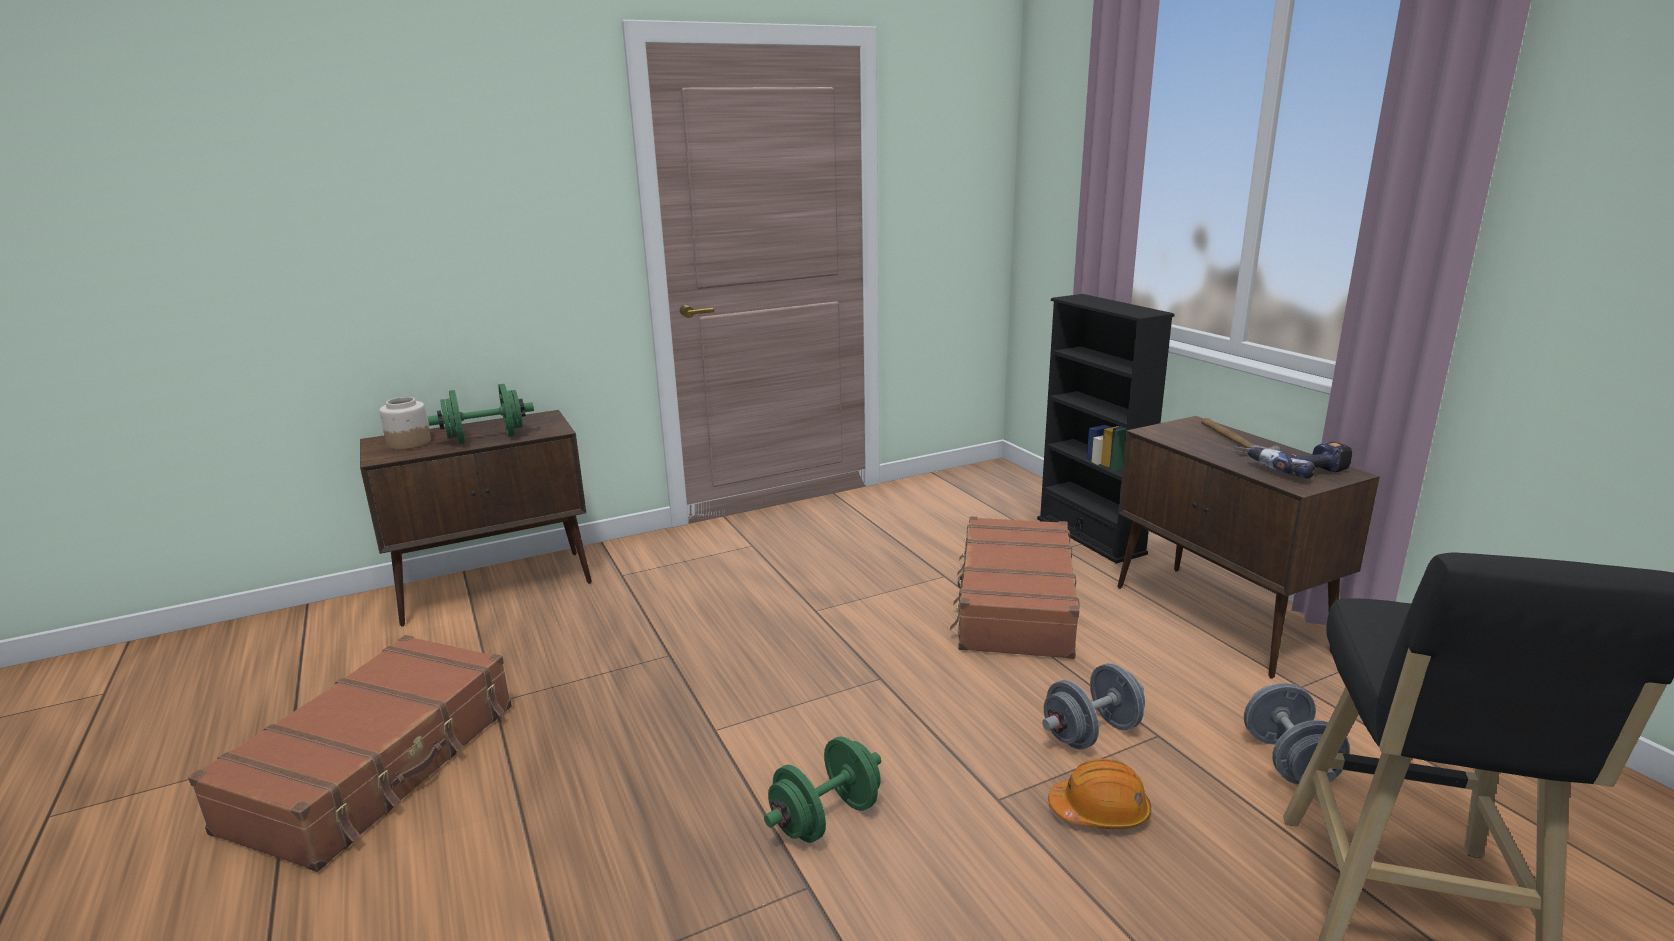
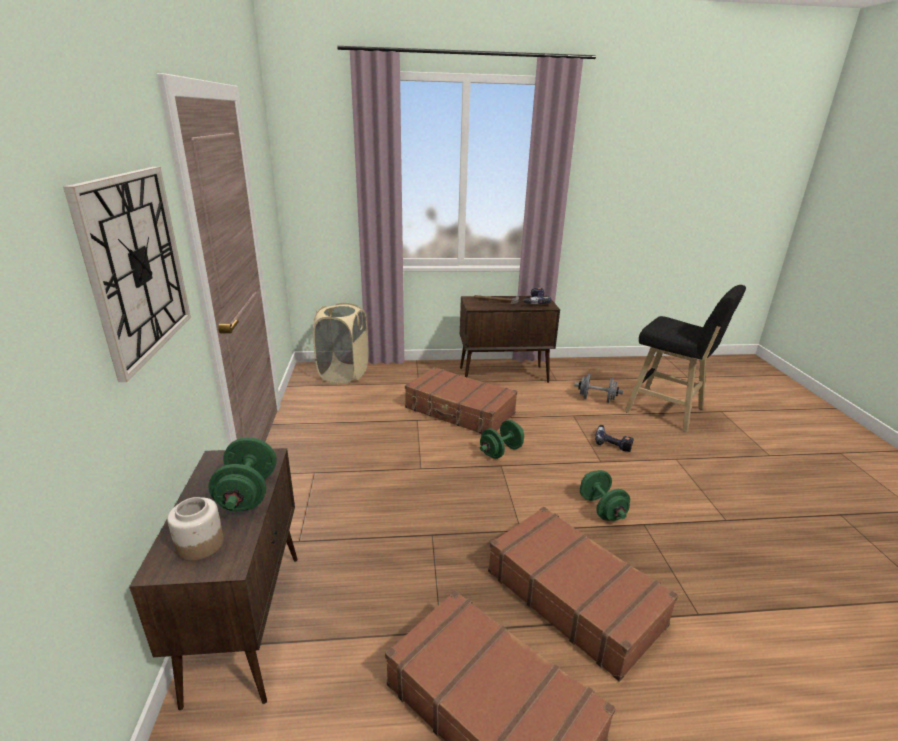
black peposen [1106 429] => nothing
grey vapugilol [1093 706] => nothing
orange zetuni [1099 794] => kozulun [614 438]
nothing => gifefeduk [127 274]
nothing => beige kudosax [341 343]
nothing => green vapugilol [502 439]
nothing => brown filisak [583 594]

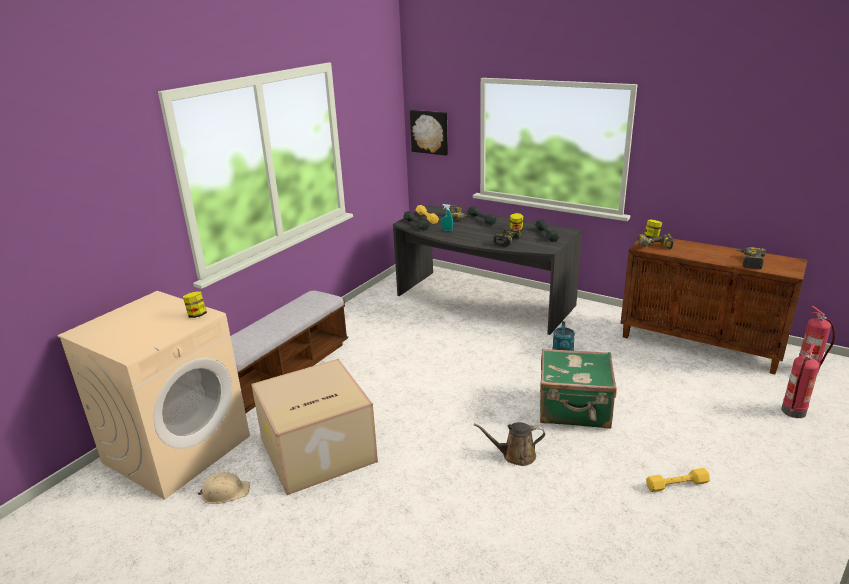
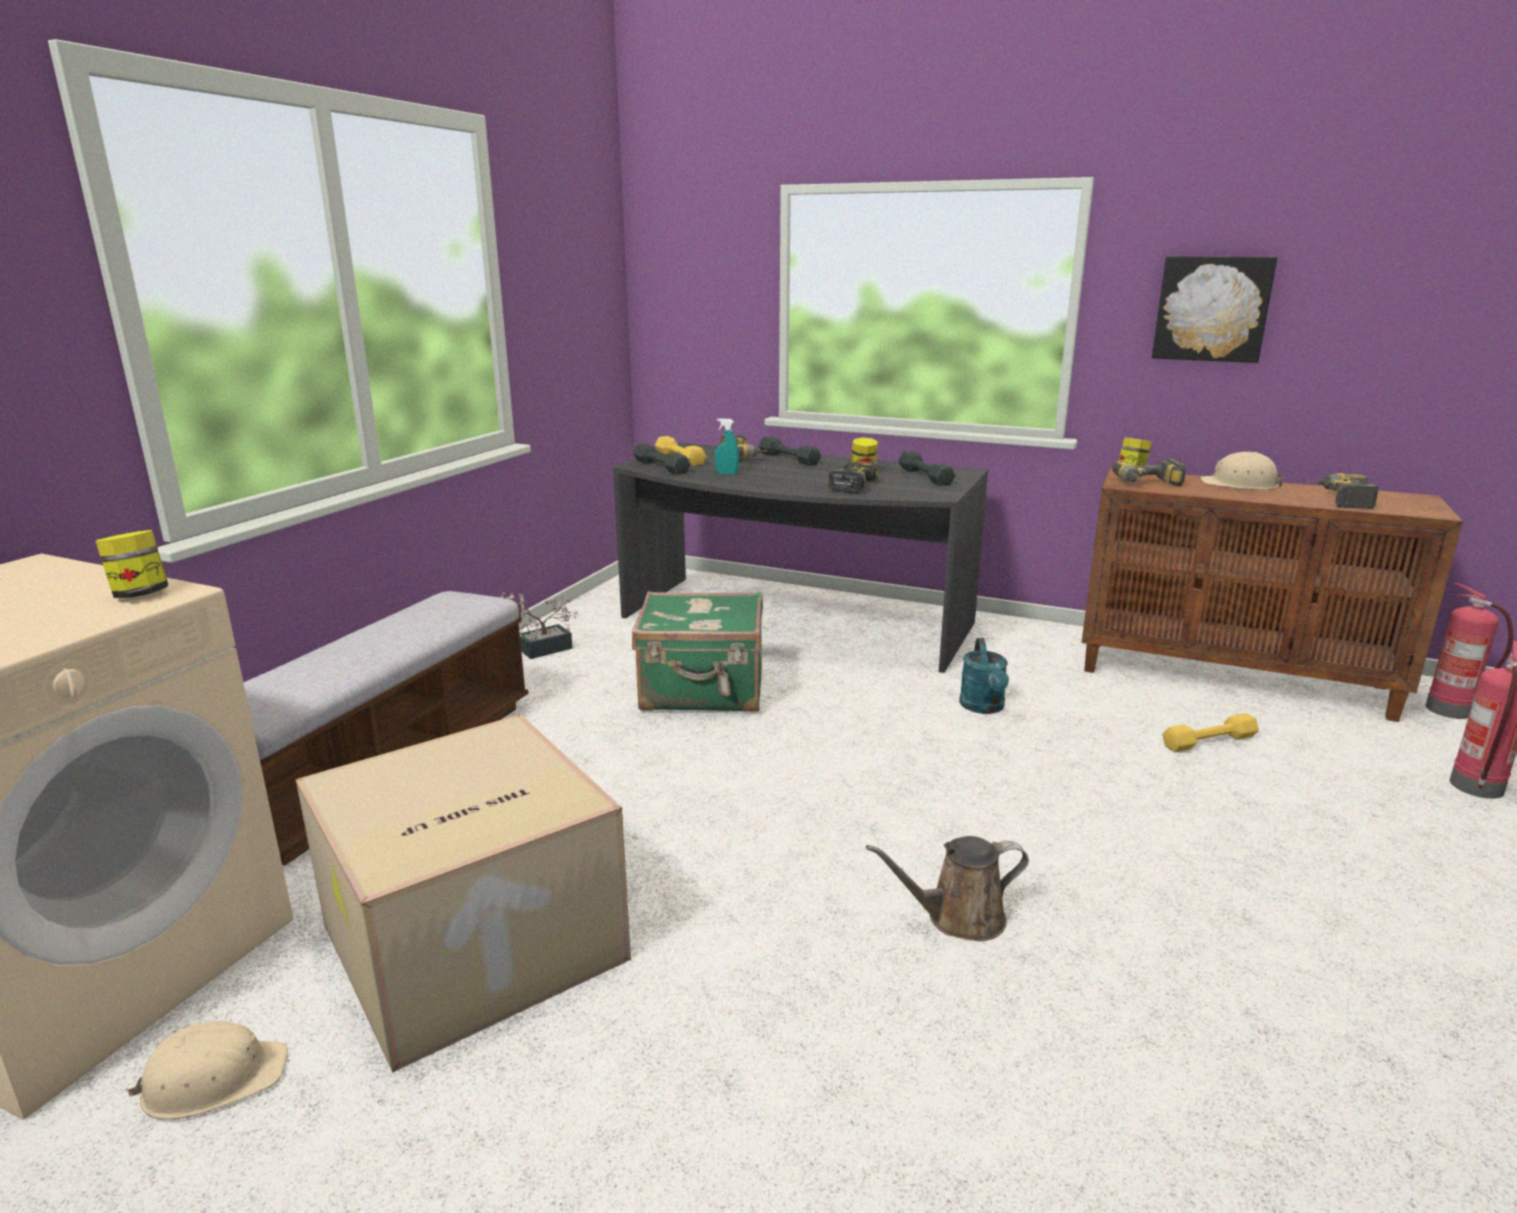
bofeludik [429 133] => bofeludik [1214 309], move
green filisak [578 388] => green filisak [697 651], move
yellow vapugilol [678 480] => yellow vapugilol [1210 732], move
nothing => beige zetuni [1242 471]
nothing => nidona [538 625]

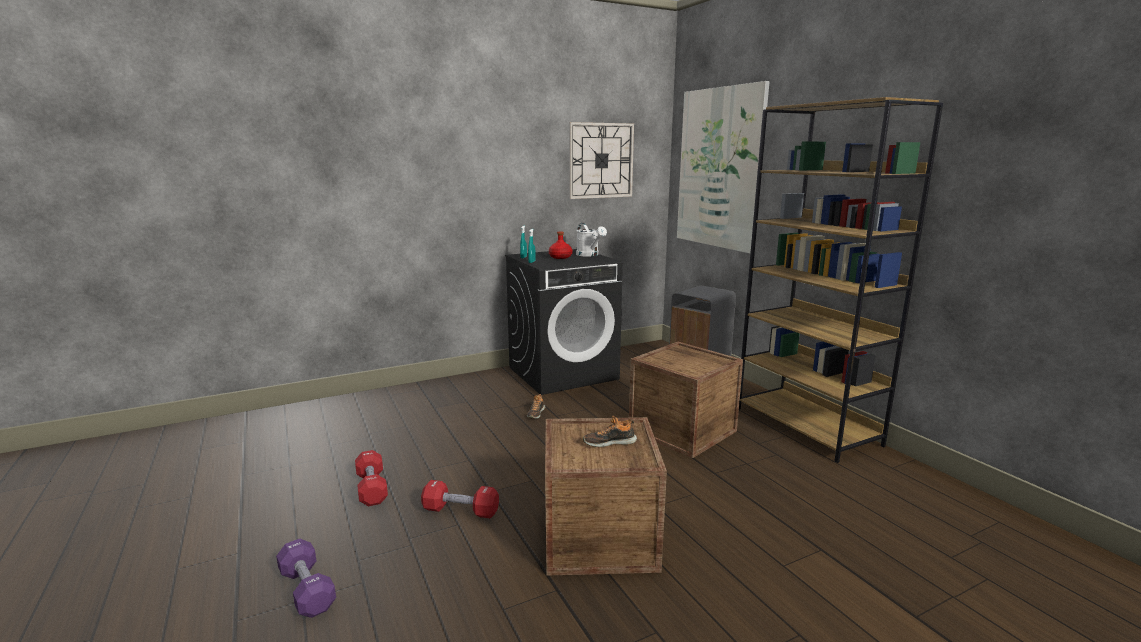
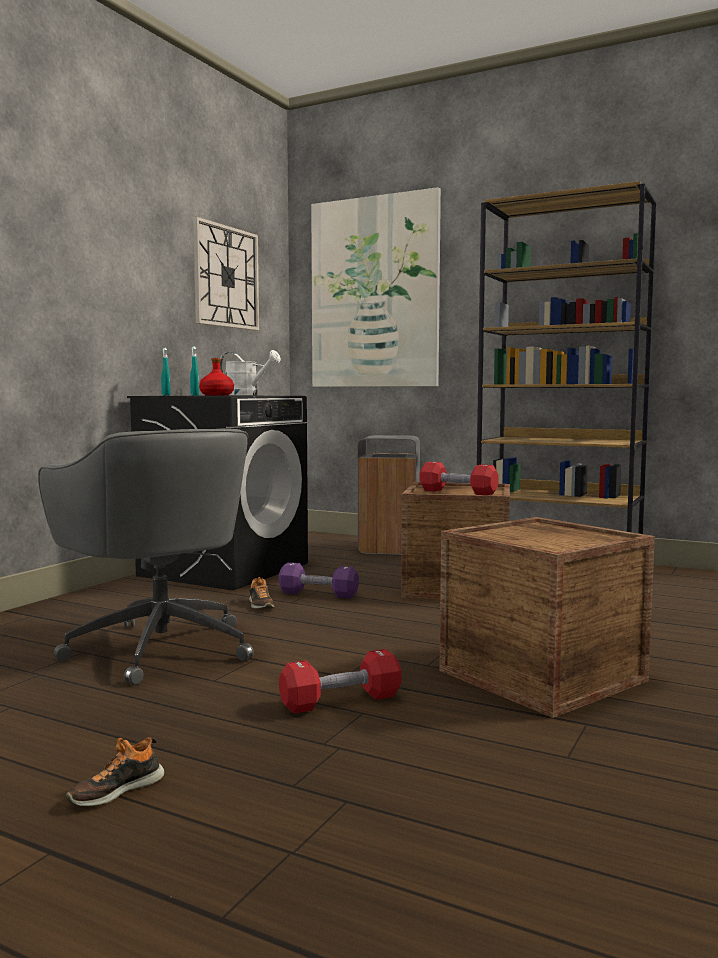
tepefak [610 431] => tepefak [115 772], move
red vapugilol [371 478] => red vapugilol [459 478], move
purple vapugilol [306 578] => purple vapugilol [318 580], move
nothing => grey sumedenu [146 557]

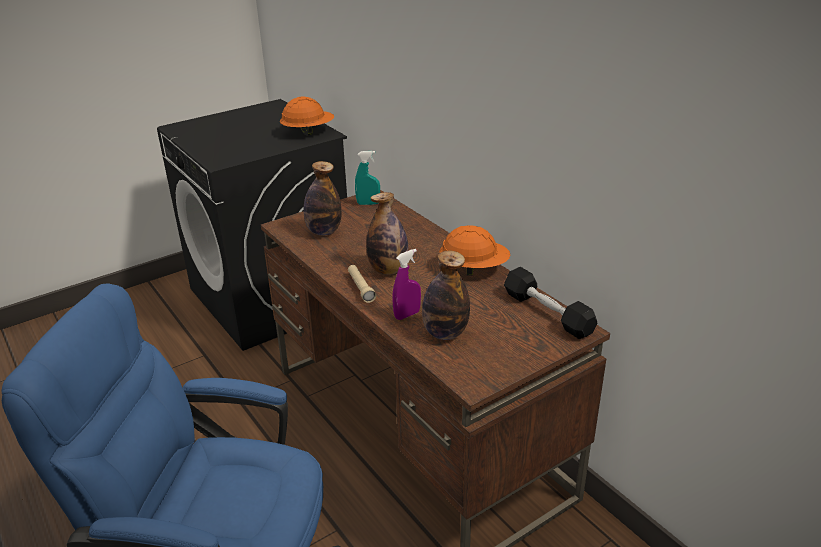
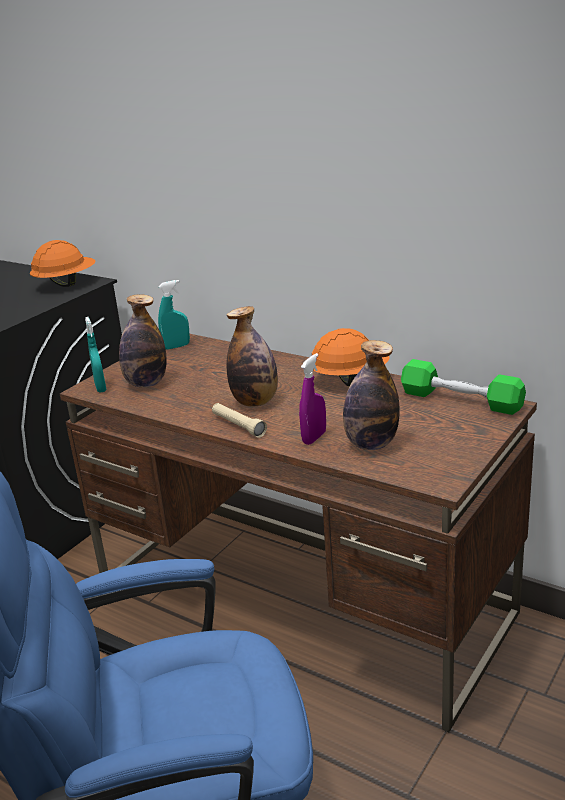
black vapugilol [550 303] => green vapugilol [463 387]
nothing => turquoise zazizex [96 355]

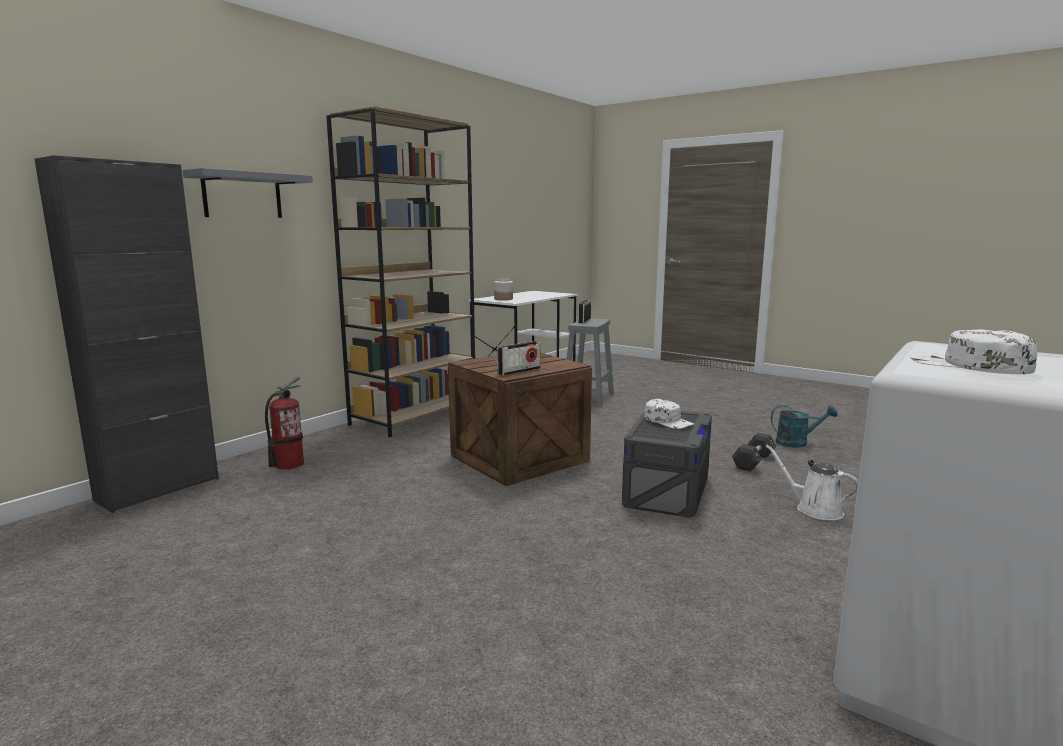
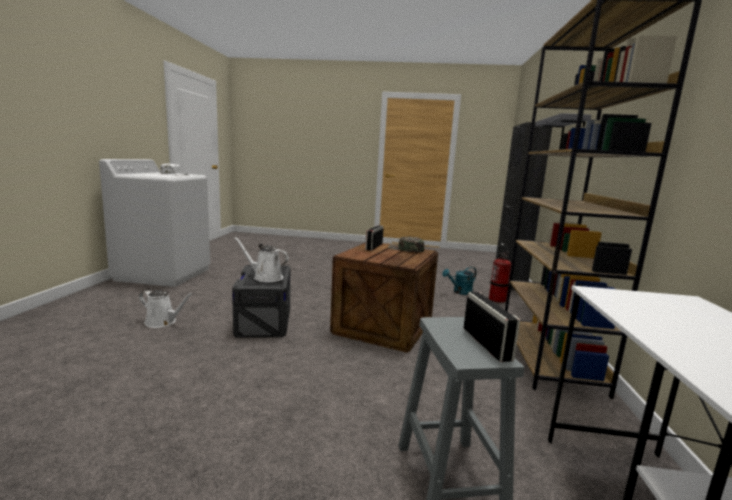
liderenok [503 289] => nothing
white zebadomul [669 414] => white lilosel [261 259]
turquoise lilosel [804 426] => turquoise lilosel [459 281], move
black vapugilol [754 452] => nothing
nothing => green zebadomul [406 244]

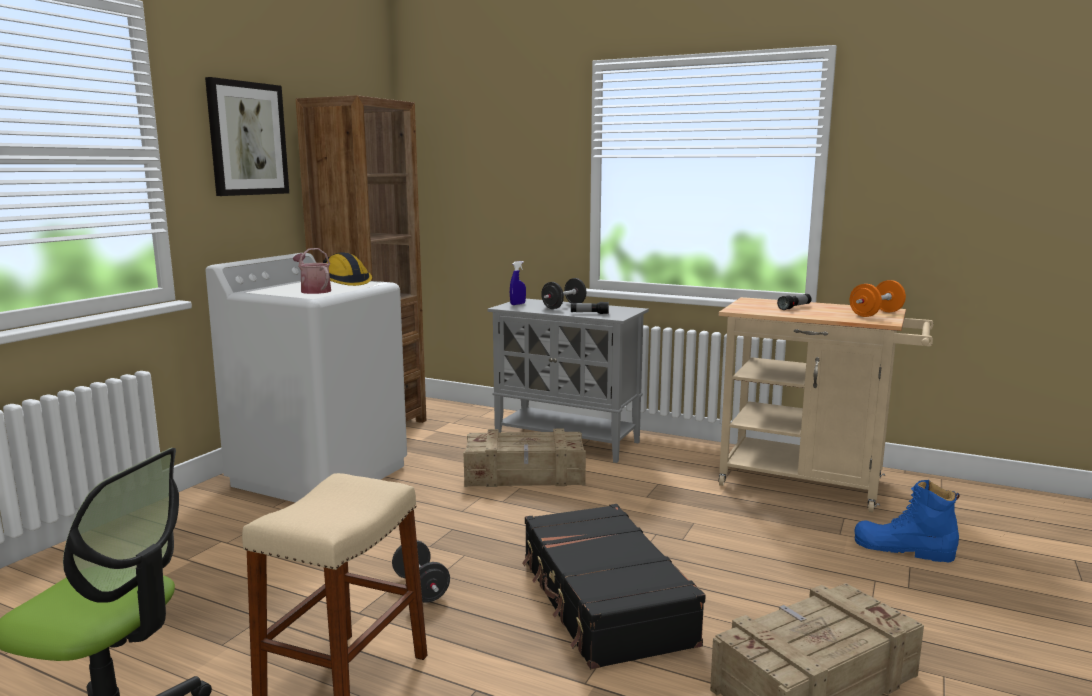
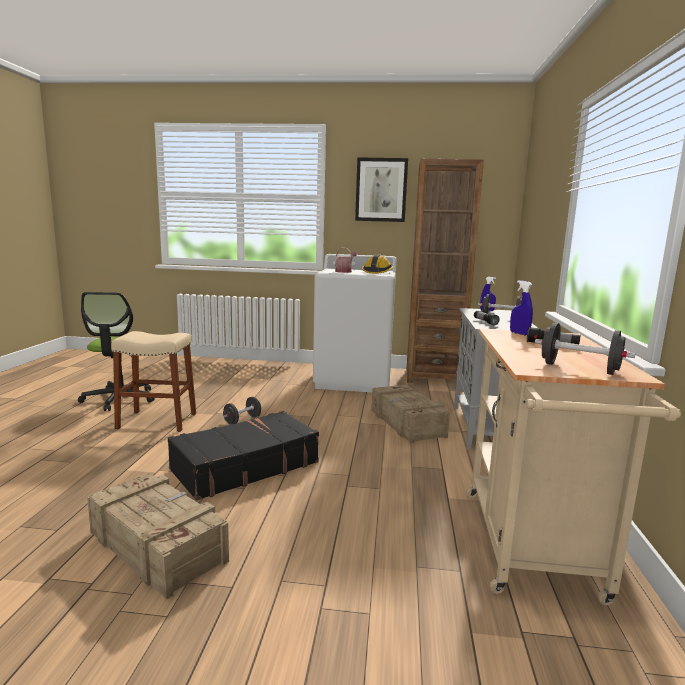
orange vapugilol [878 298] => black vapugilol [585 349]
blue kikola [907 521] => nothing
nothing => blue zazizex [521 307]

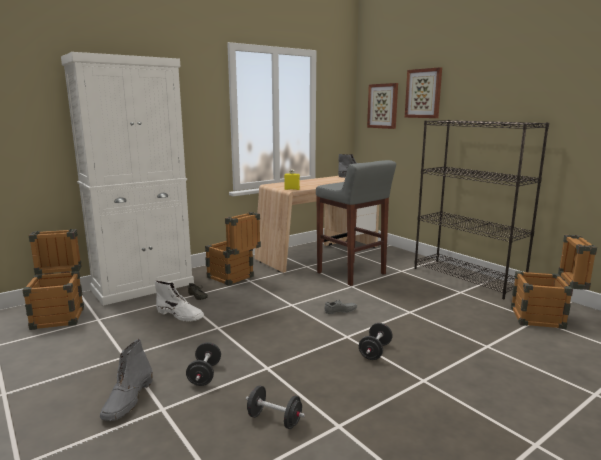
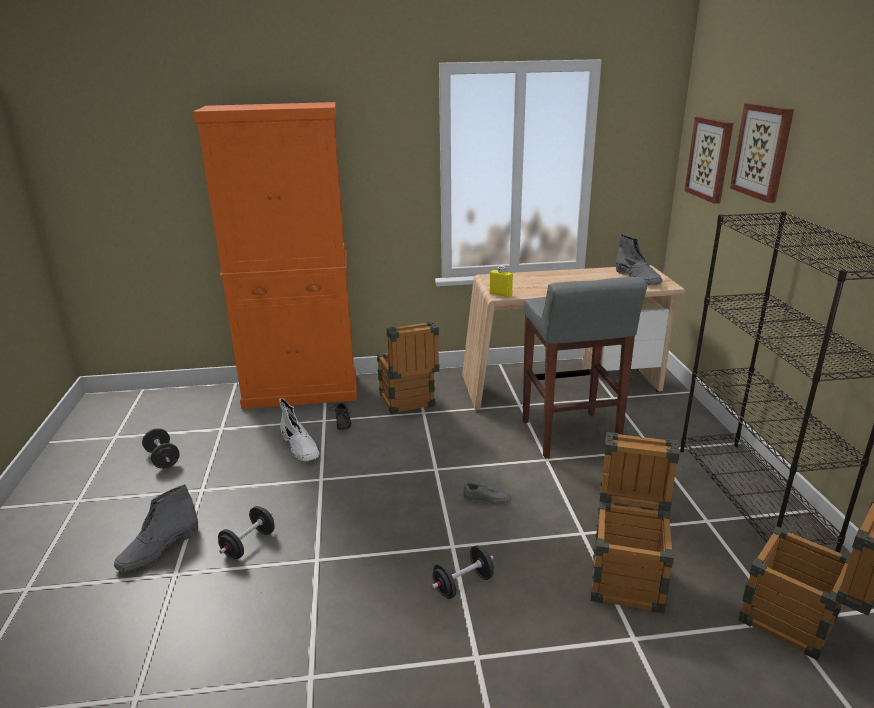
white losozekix [127 179] => orange losozekix [275 255]
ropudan [53 279] => ropudan [635 523], move
black vapugilol [275 407] => black vapugilol [161 448], move

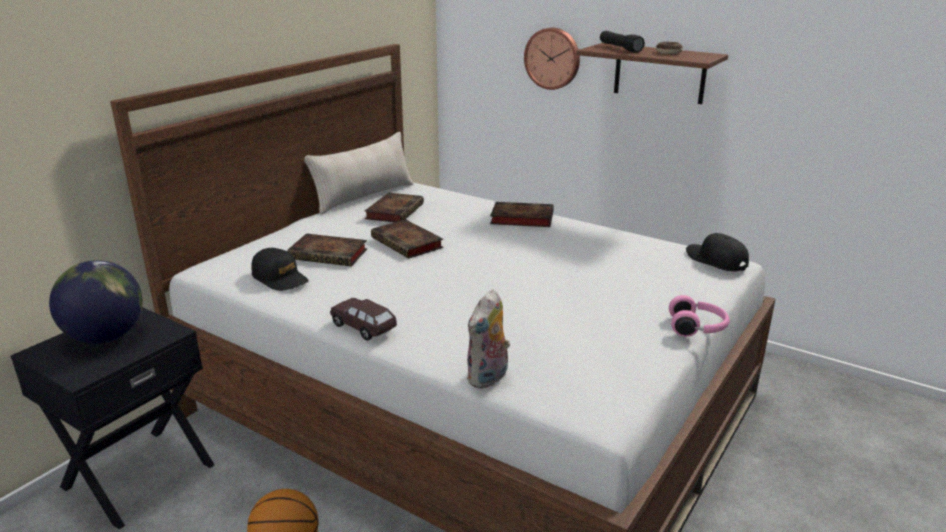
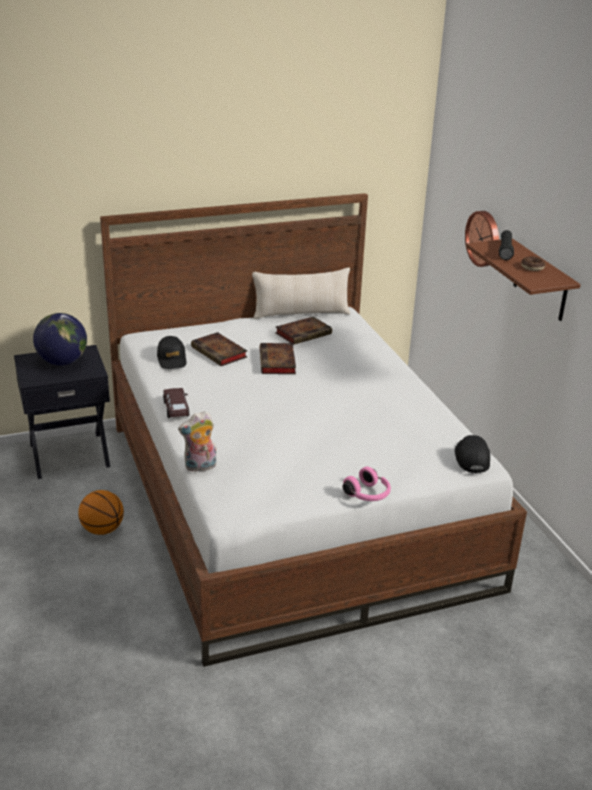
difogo [522 214] => nothing

